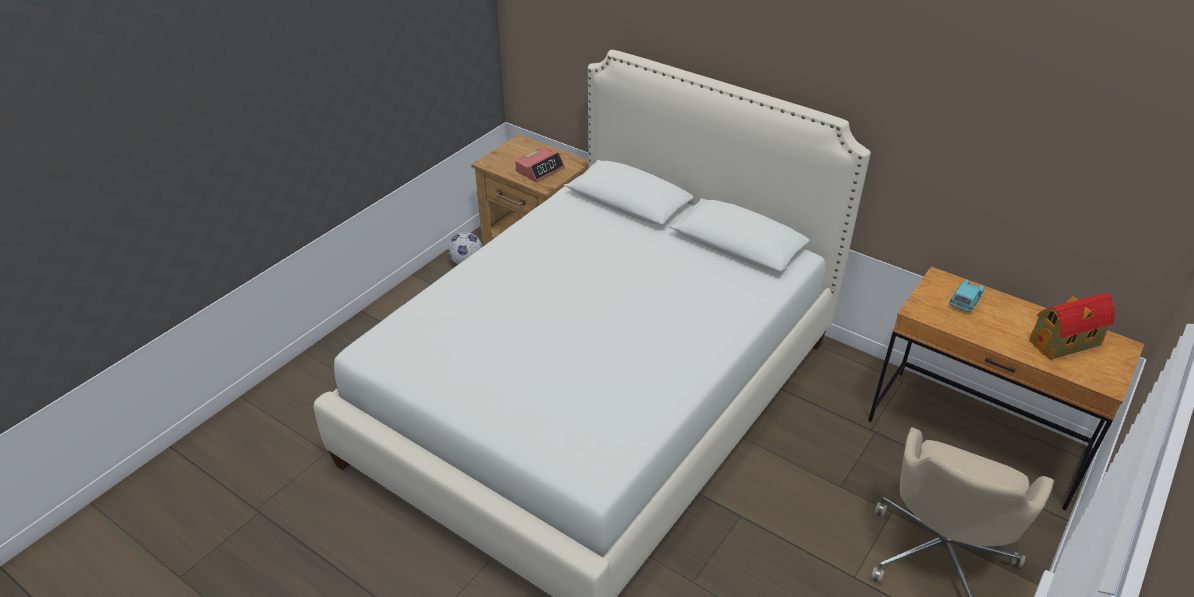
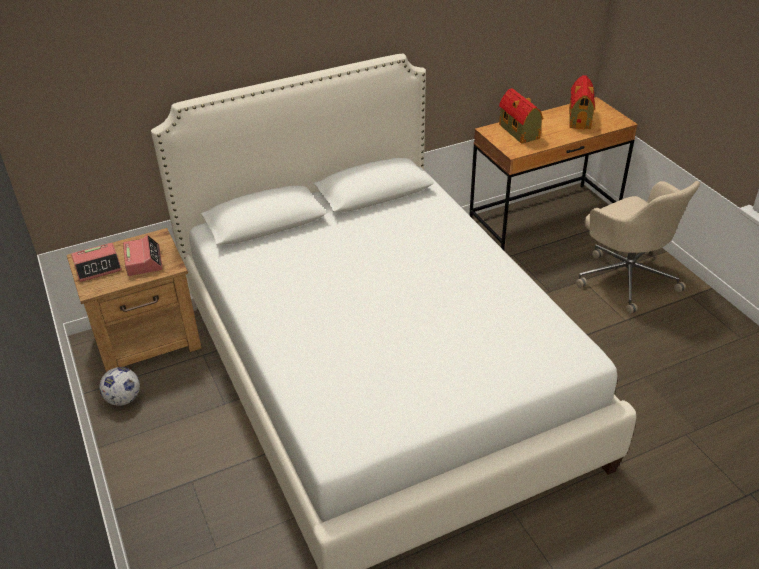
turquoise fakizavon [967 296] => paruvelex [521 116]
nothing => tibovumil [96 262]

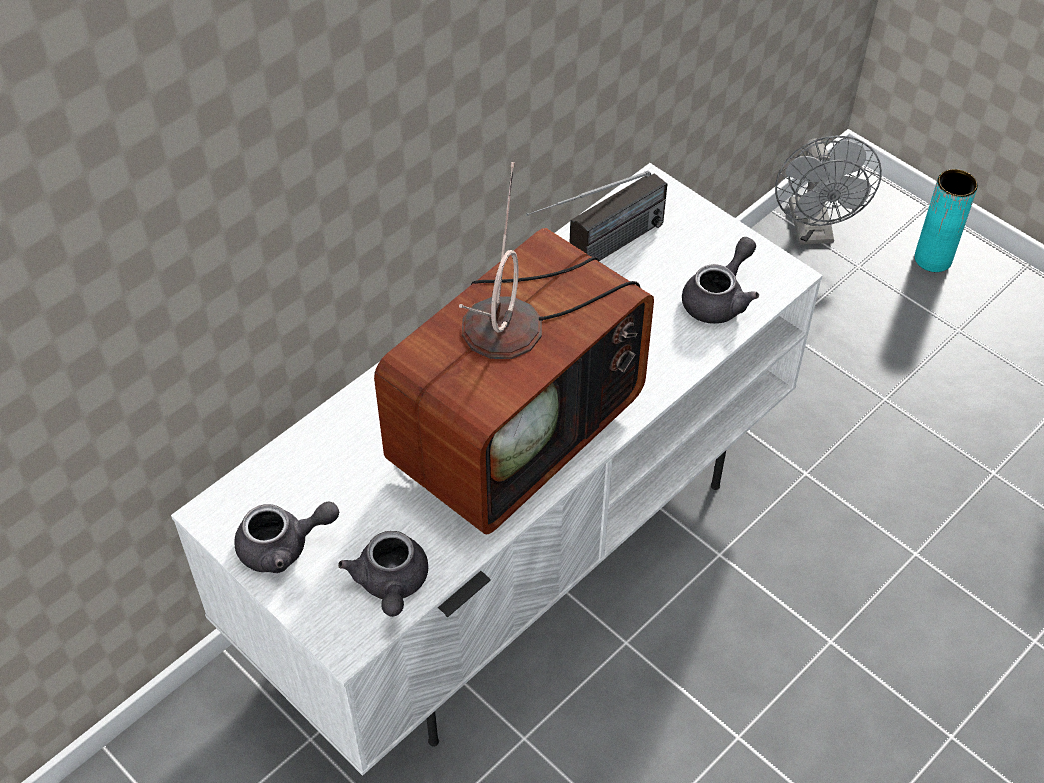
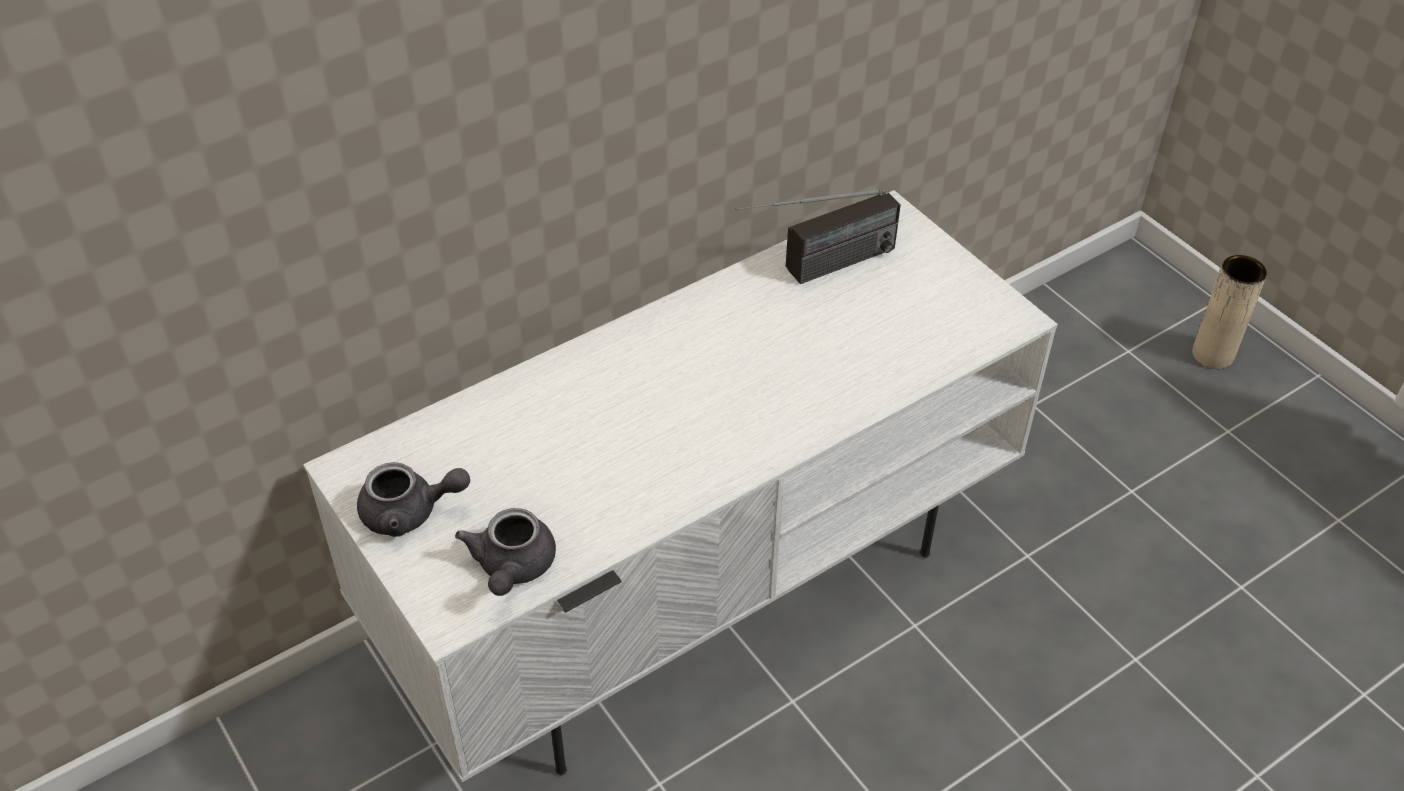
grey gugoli [828 190] => nothing
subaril [514 348] => nothing
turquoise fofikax [946 220] => beige fofikax [1229 312]
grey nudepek [720 280] => nothing

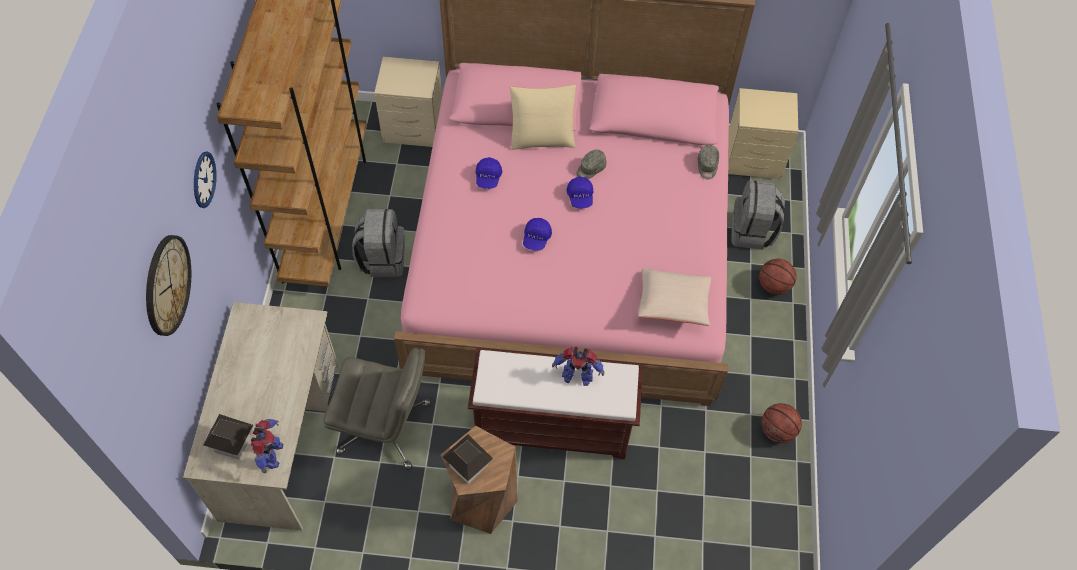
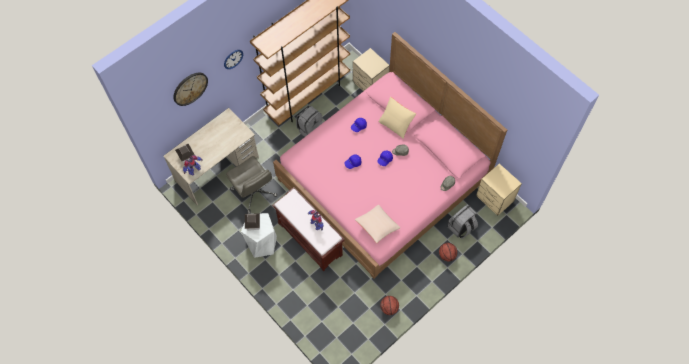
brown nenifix [479 480] => white nenifix [259 235]

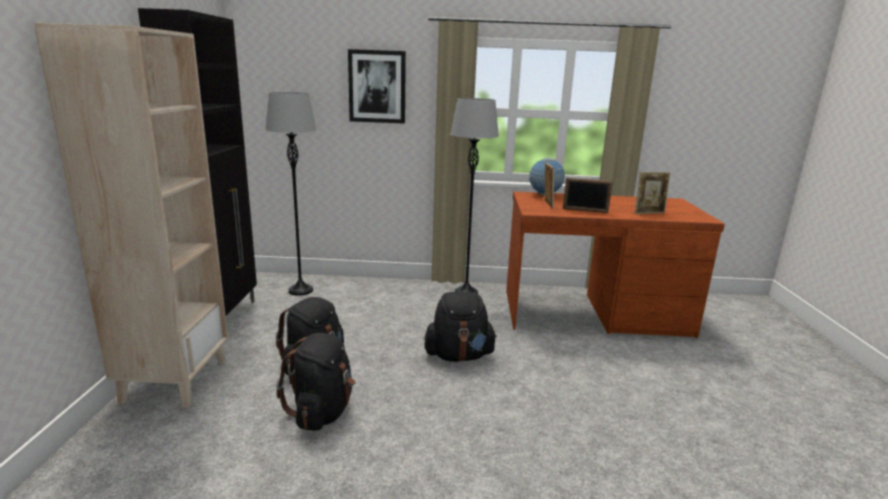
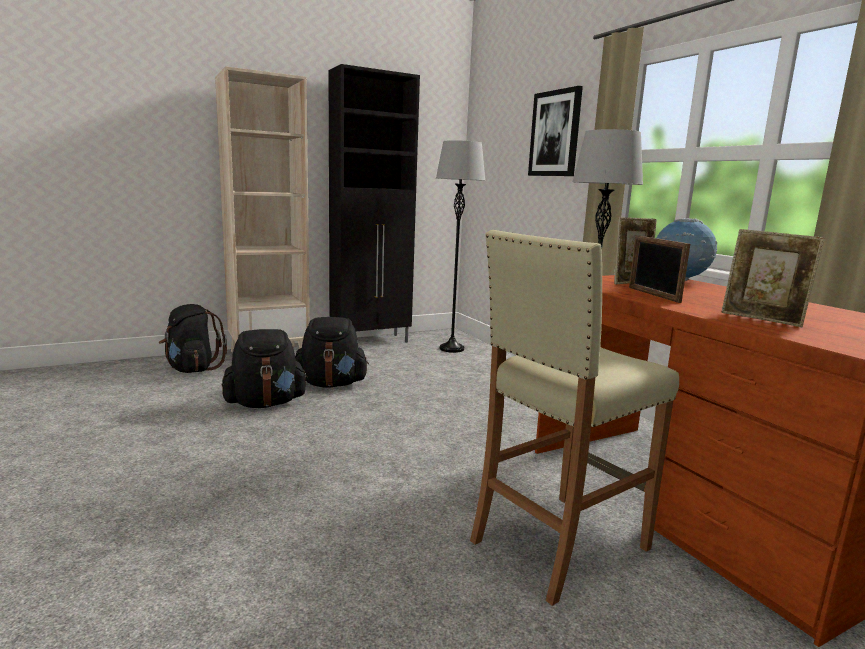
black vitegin [460 327] => black vitegin [193 338], move
nothing => beige nenifix [574 418]

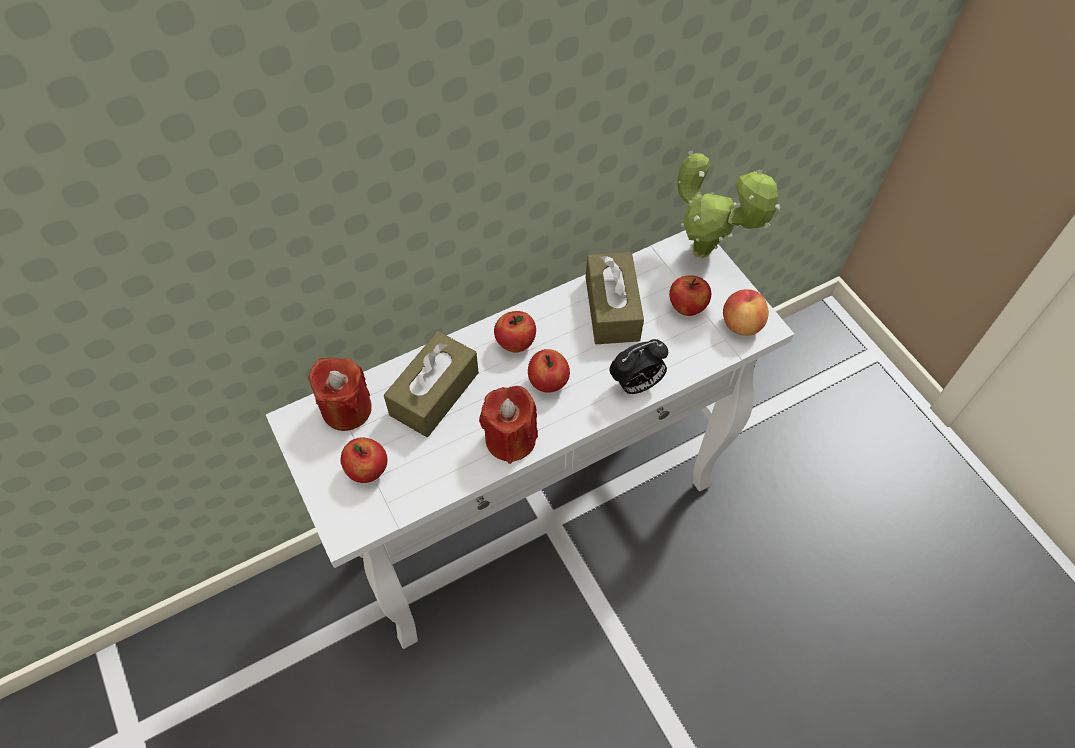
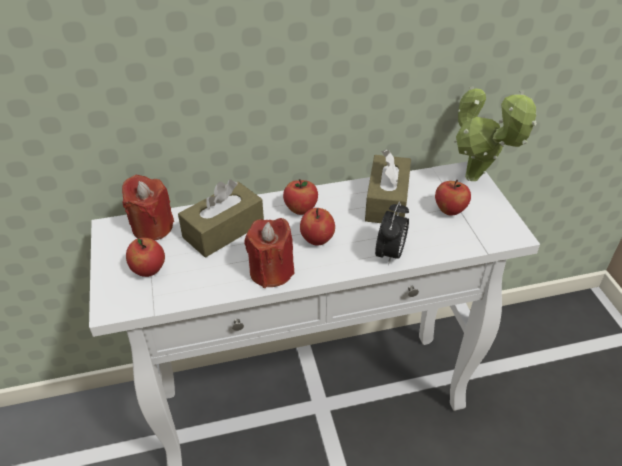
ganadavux [746 312] => nothing
tibovumil [638 366] => tibovumil [392 233], 60 degrees counterclockwise

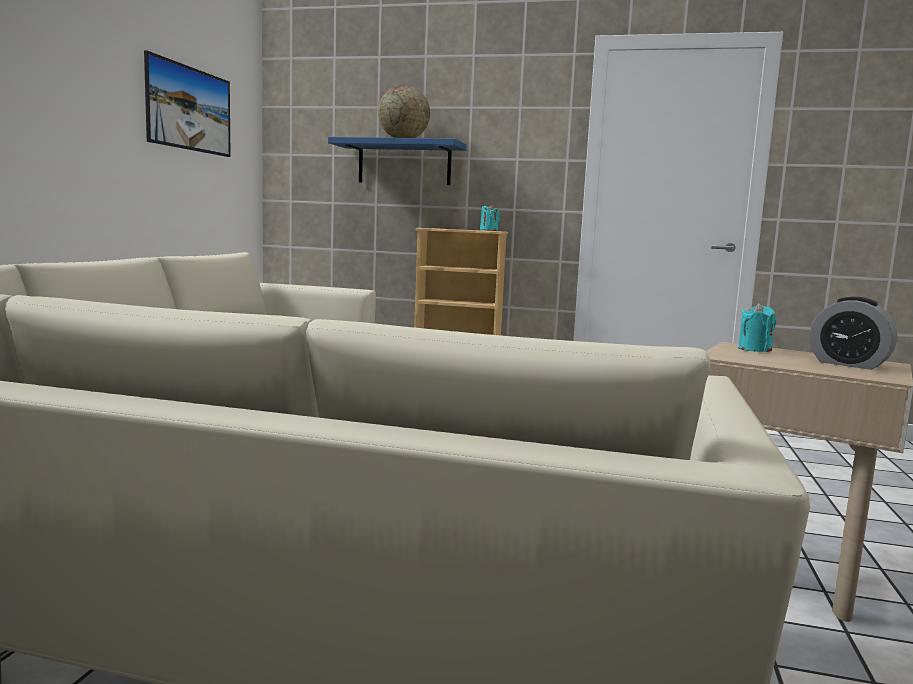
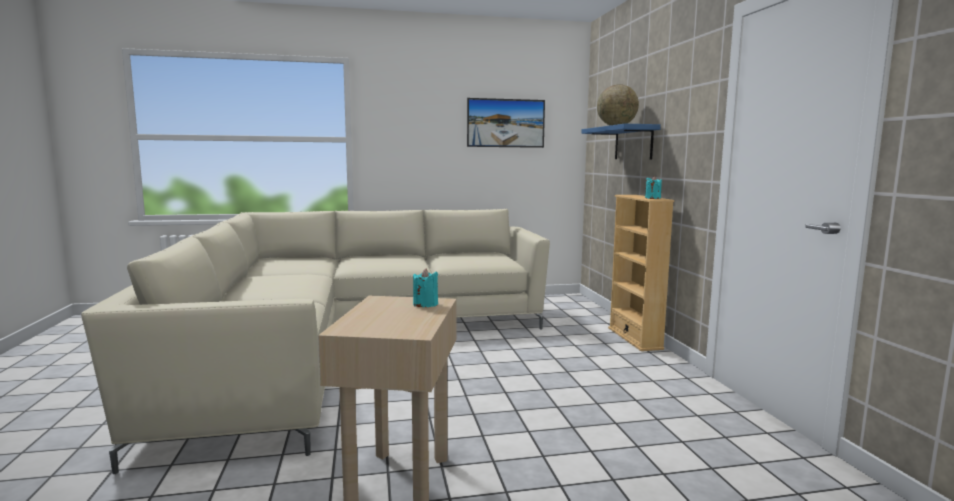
tibovumil [853 333] => nothing

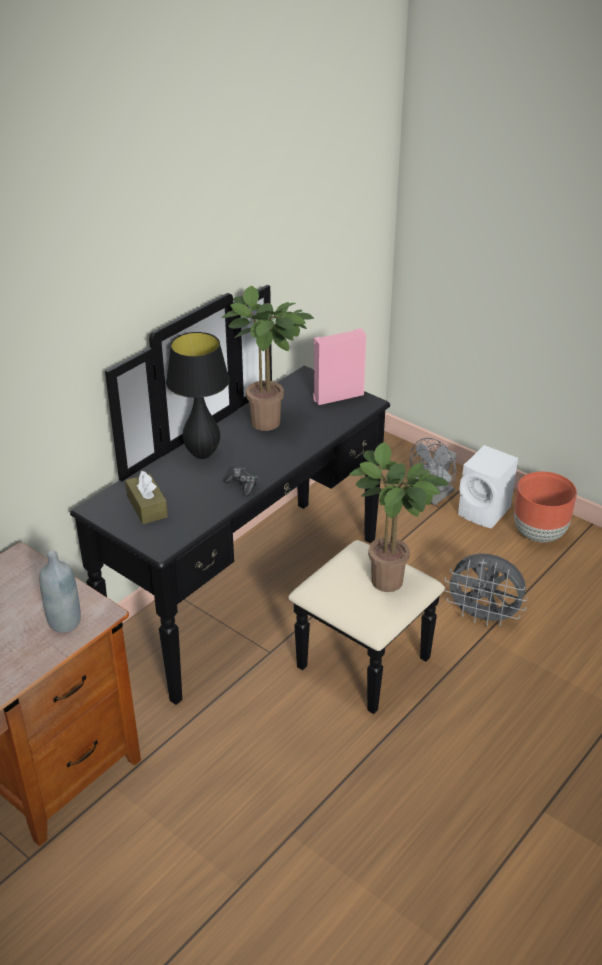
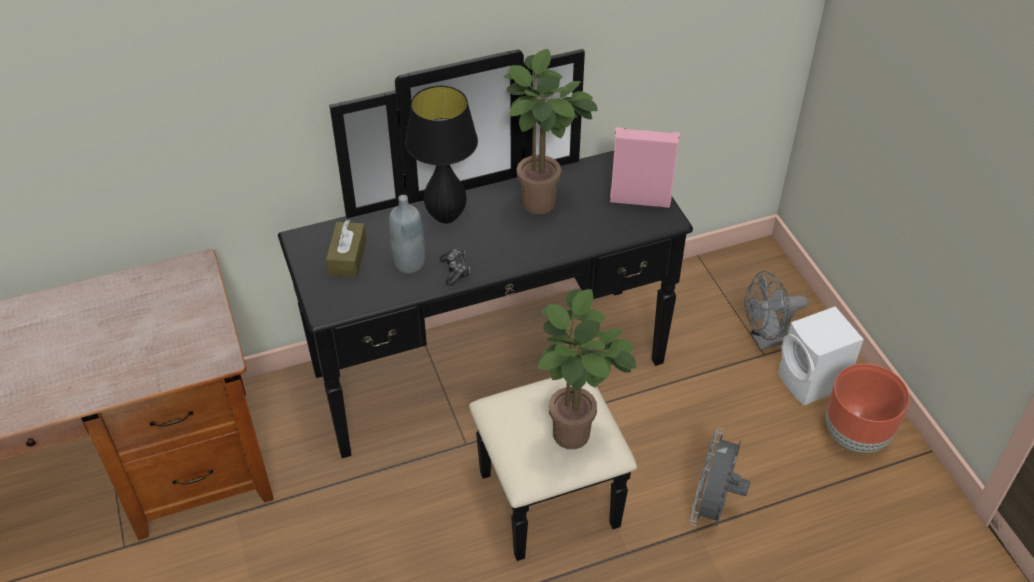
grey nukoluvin [60 591] => grey nukoluvin [407 234], move
grey gugoli [486 590] => grey gugoli [720 477], 60 degrees clockwise

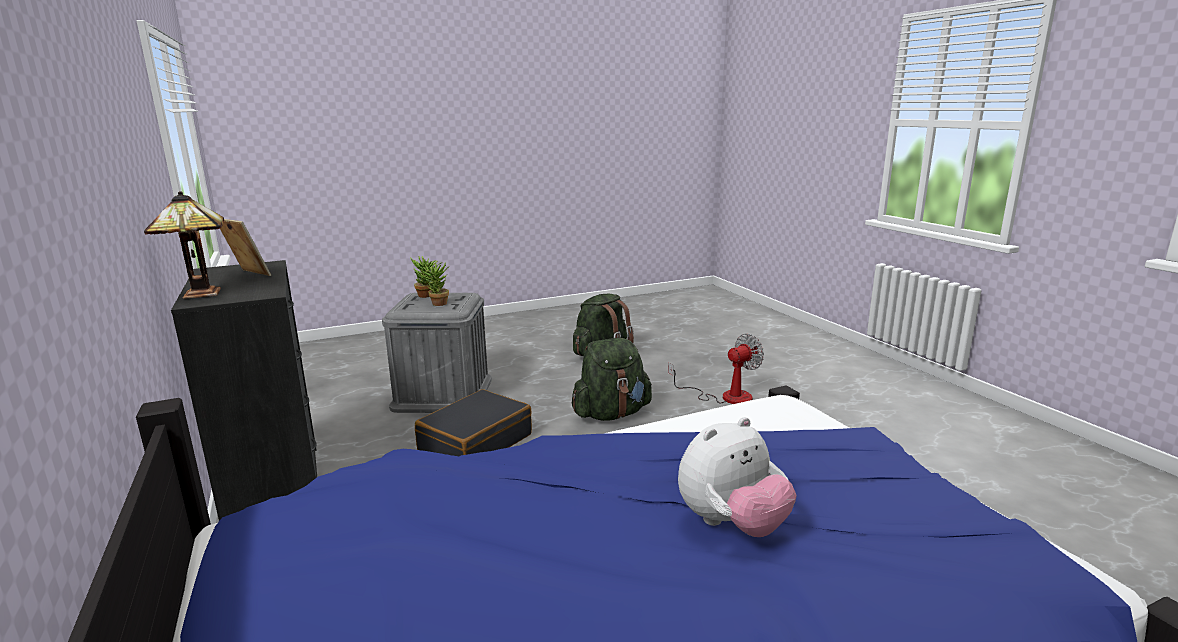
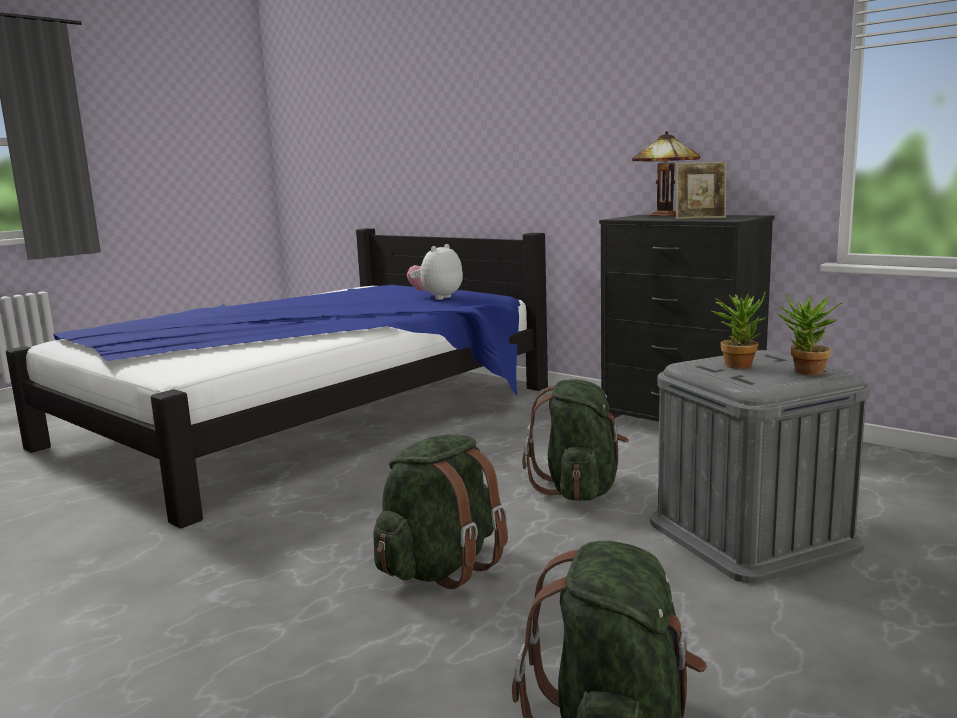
gugoli [716 369] => nothing
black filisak [473 422] => green vitegin [575 440]
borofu [737 477] => borofu [435 272], move

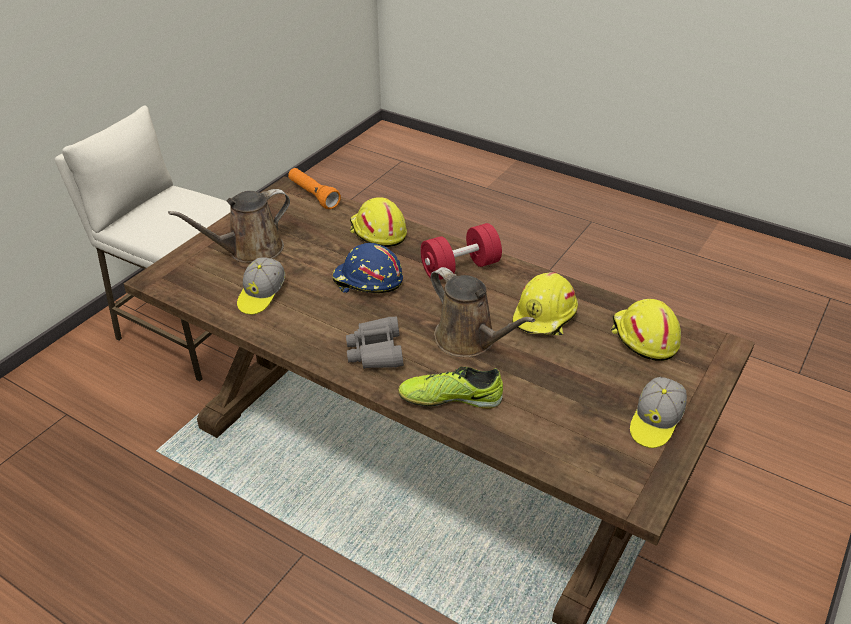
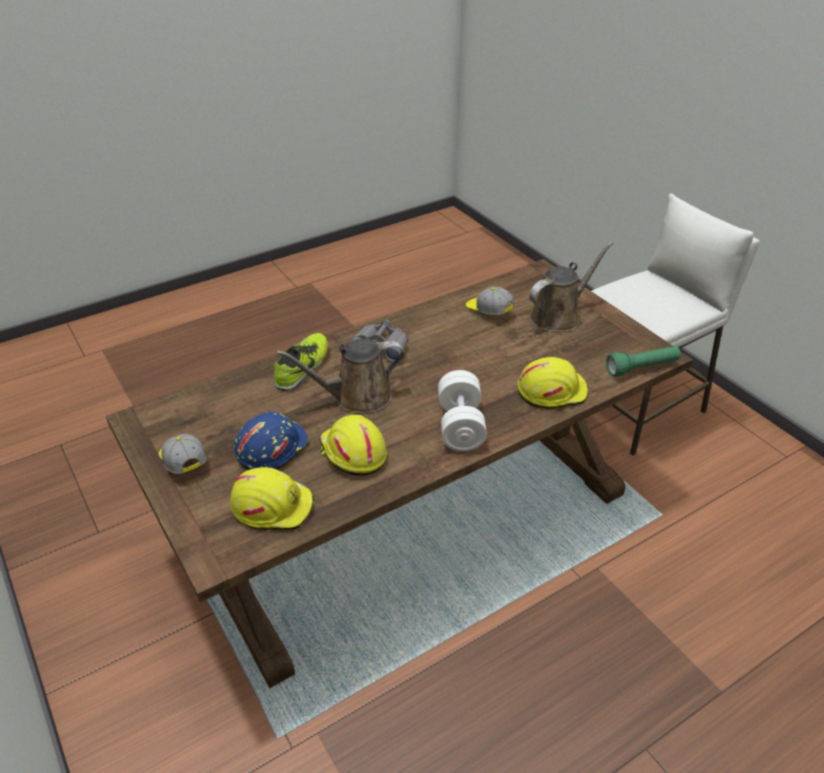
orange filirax [314 188] => green filirax [643 361]
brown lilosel [229 226] => brown lilosel [571 287], 60 degrees clockwise
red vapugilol [461 251] => white vapugilol [462 410]
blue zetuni [367 268] => blue zetuni [271 441], move

